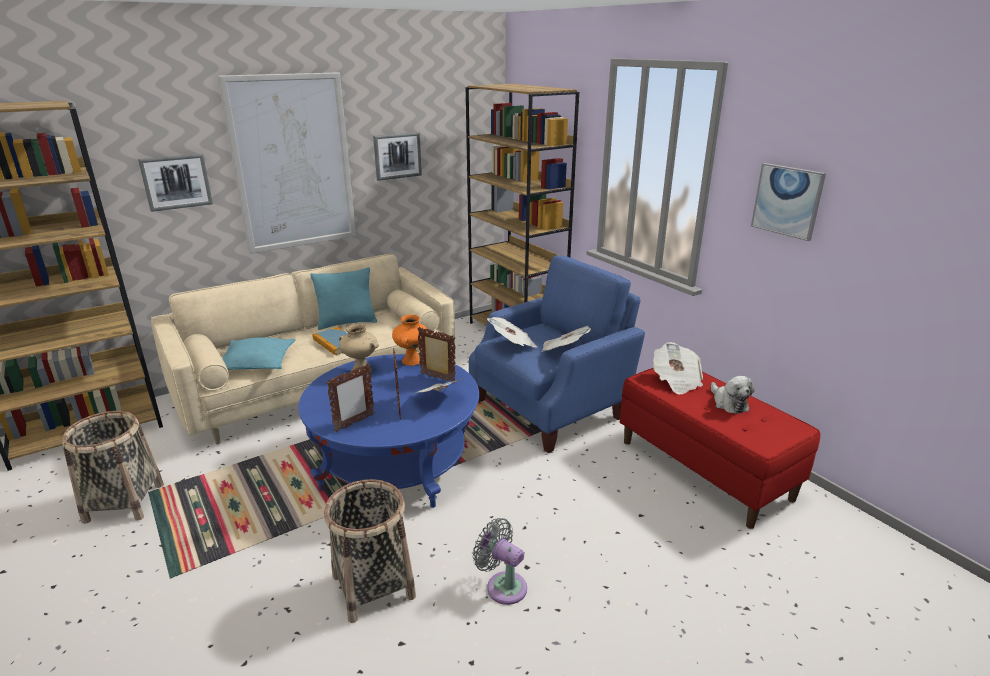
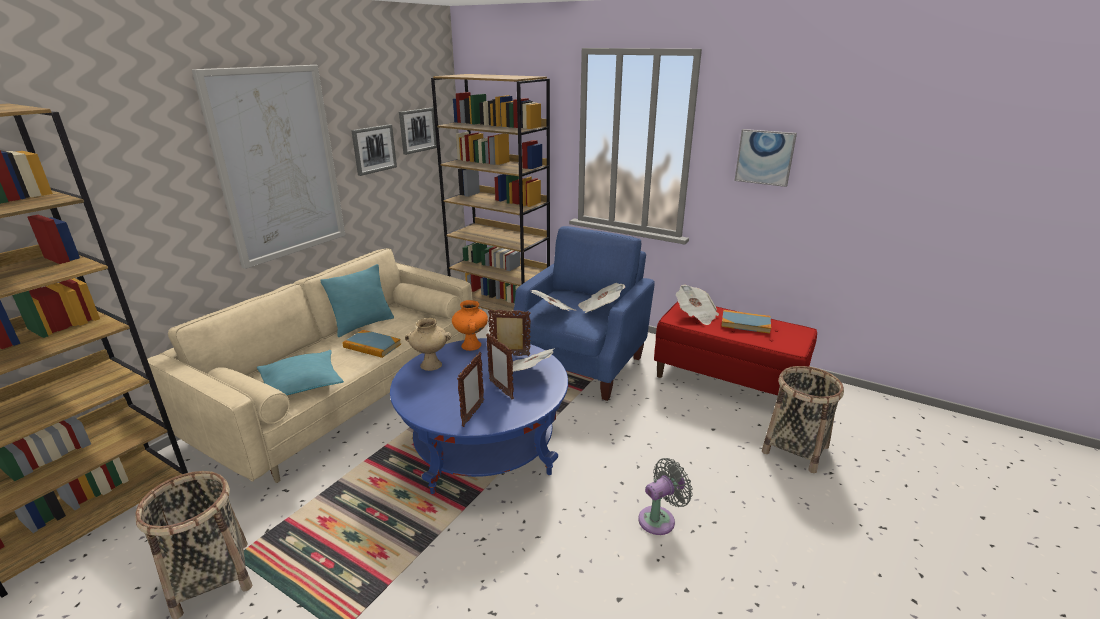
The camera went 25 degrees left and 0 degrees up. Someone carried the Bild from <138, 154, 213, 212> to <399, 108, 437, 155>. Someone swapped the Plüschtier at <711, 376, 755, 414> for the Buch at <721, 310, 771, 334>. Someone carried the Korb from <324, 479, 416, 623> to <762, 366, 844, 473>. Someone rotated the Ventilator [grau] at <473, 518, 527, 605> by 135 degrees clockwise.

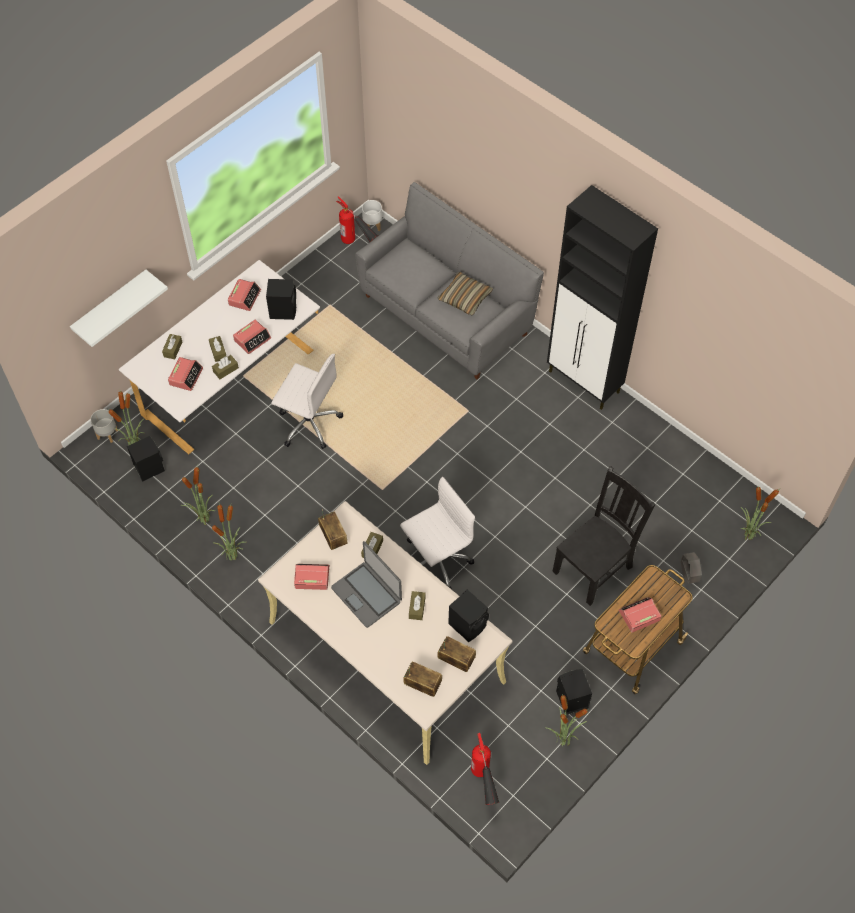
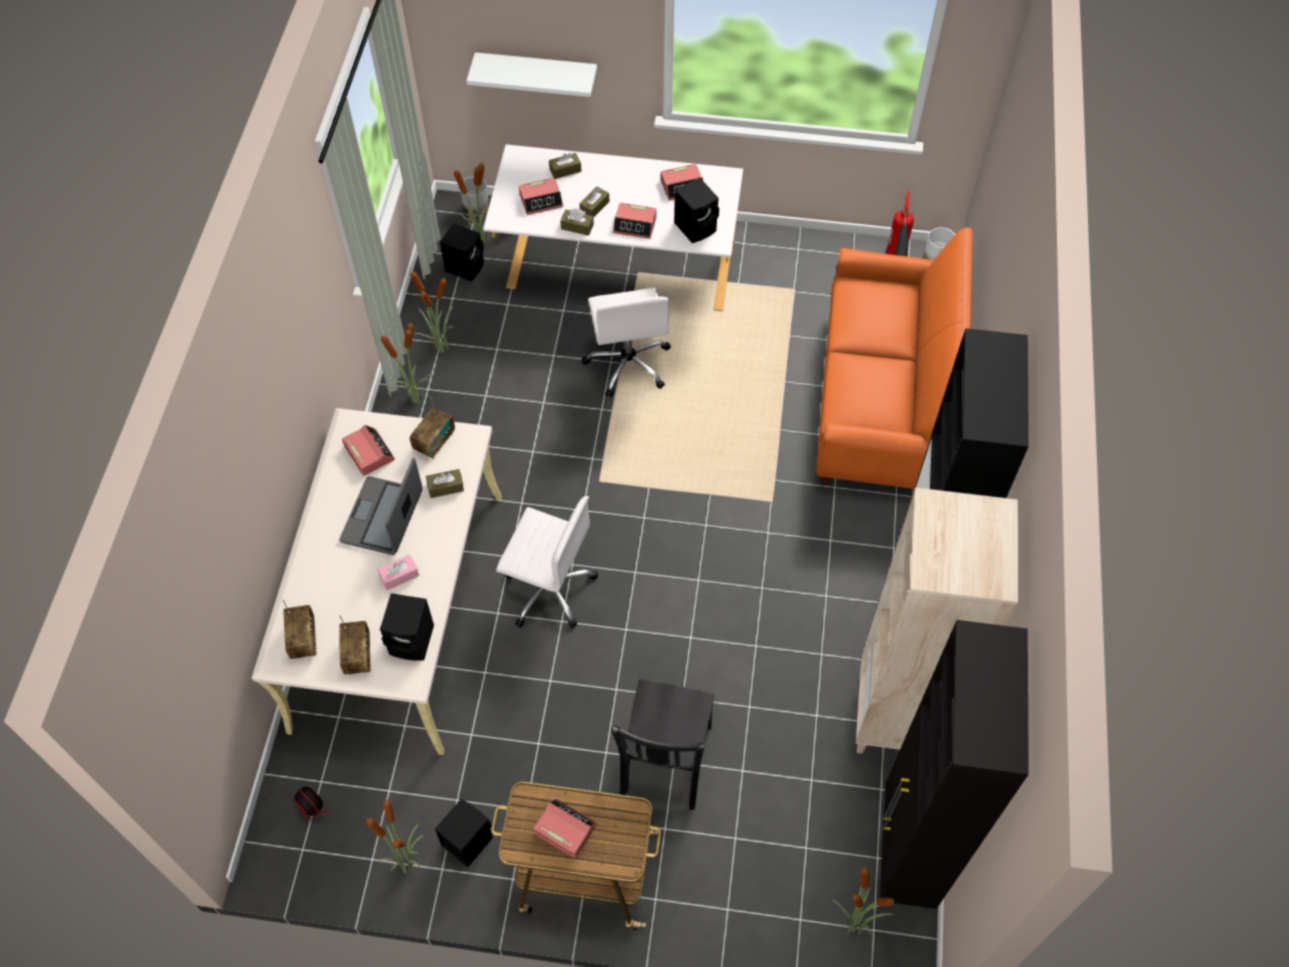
The camera went 55 degrees right and 0 degrees up. Someone repainted the Sofa [grau] at <355, 182, 544, 379>, which became the Sofa [orange] at <816, 228, 973, 489>. Someone took away the Kissen at <438, 272, 494, 315>. Someone rotated the Stuhl [schwarz] at <552, 466, 655, 606> by 90 degrees clockwise. Someone took away the Pflanzkübel [grau] at <681, 552, 702, 584>. Someone repainted the Taschentuchbox [braun] at <409, 591, 425, 620>, which became the Taschentuchbox [rosa] at <378, 555, 419, 590>. Someone swapped the Feuerlöscher at <471, 733, 499, 805> for the Ventilator at <245, 787, 330, 848>. Someone put down the Bücherregal [beige] at <856, 488, 1018, 754>. Someone put down the Schrank [schwarz] at <880, 620, 1029, 912>.

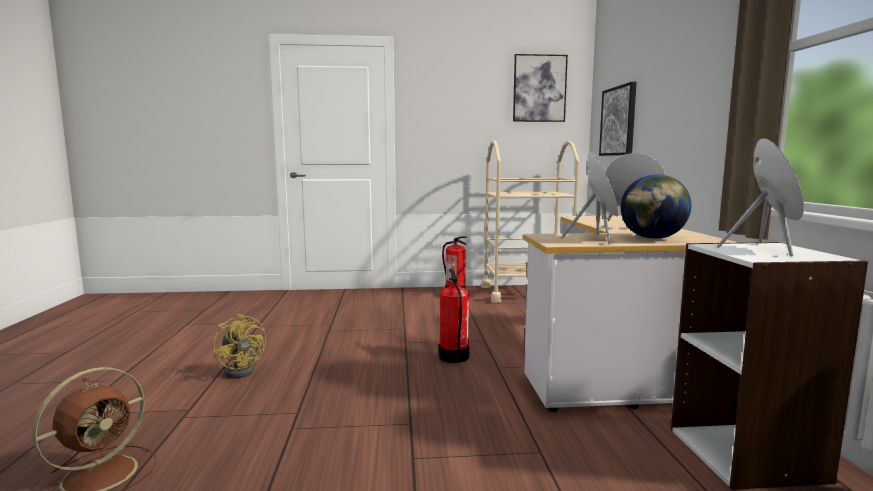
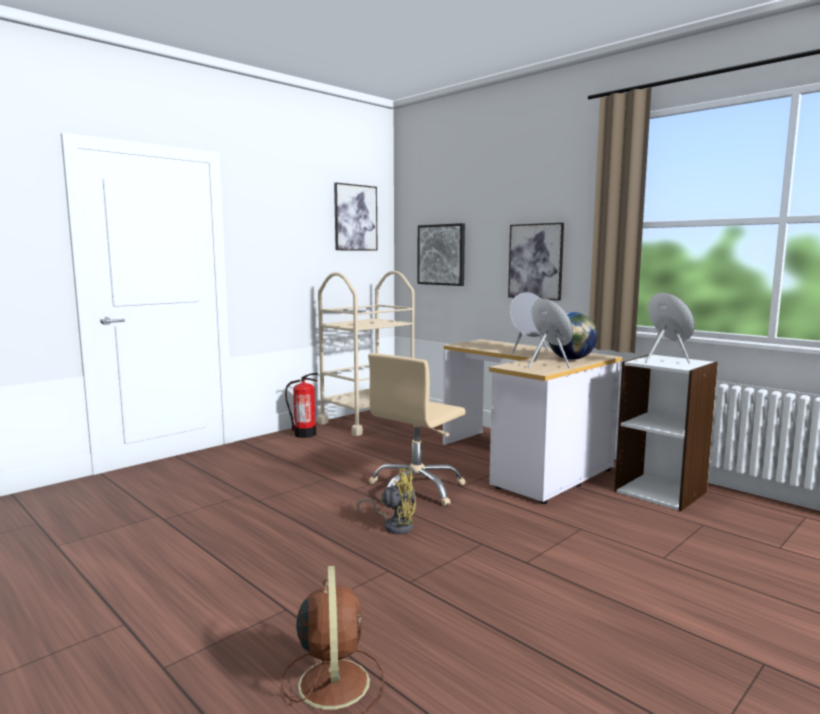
The camera went 40 degrees left and 0 degrees up. Someone swapped the Feuerlöscher at <439, 269, 470, 363> for the Bürostuhl [beige] at <368, 353, 466, 506>. Someone carried the Ventilator [gelb] from <213, 314, 266, 378> to <357, 468, 416, 534>. Someone put up the Bild at <508, 223, 564, 300>.

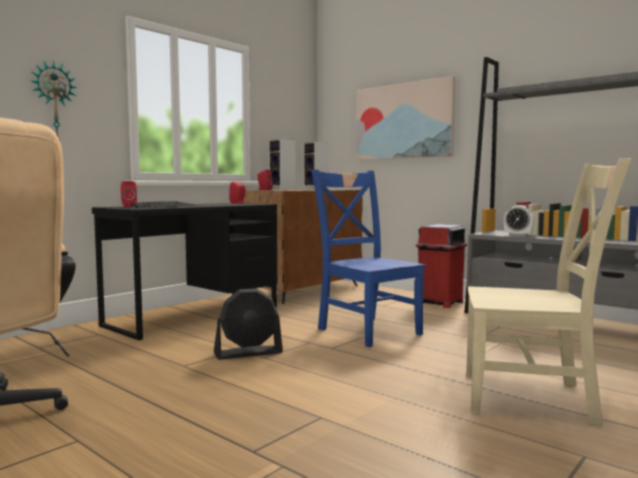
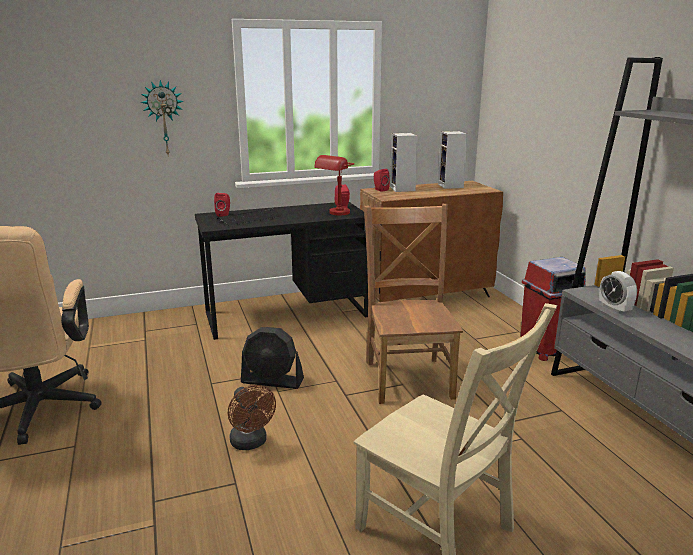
The camera went 30 degrees right and 15 degrees up. Someone took away the Bild at <356, 76, 455, 160>. Someone repainted the Stuhl [blau] at <311, 169, 426, 347>, which became the Stuhl [braun] at <364, 204, 463, 404>. Someone put down the Tischlampe [rot] at <314, 155, 354, 216>. Someone put down the Ventilator [braun] at <228, 385, 276, 450>.

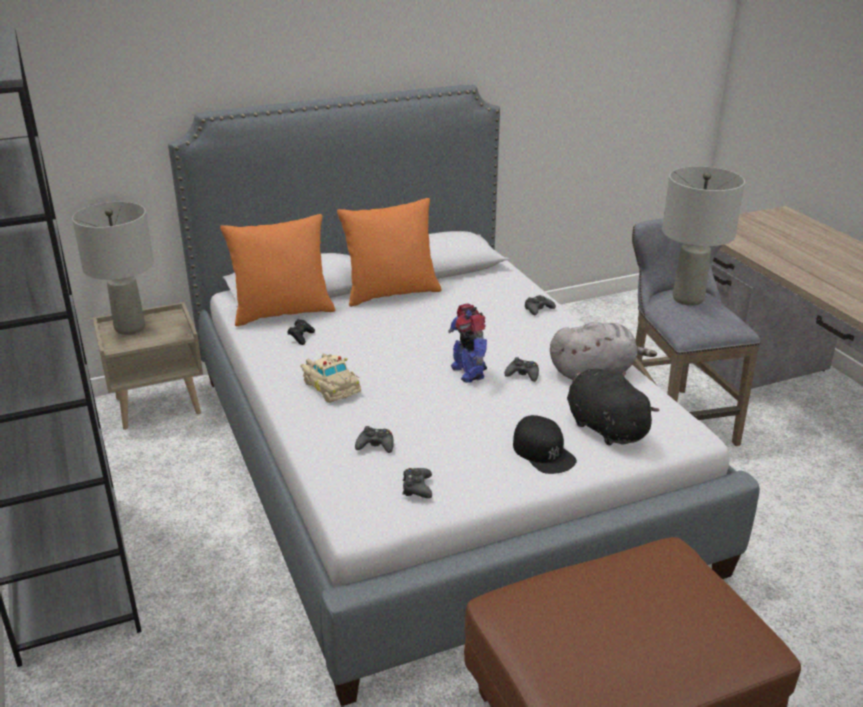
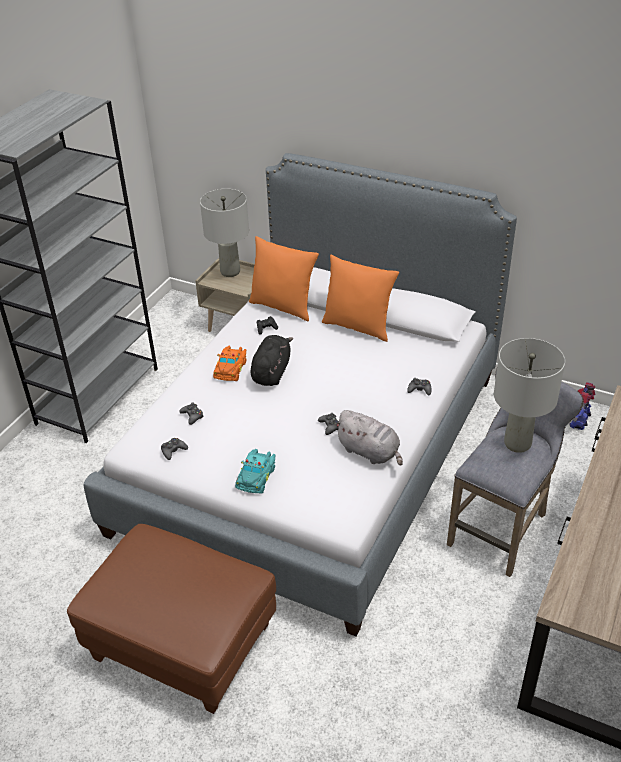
The camera went 50 degrees right and 10 degrees up. Someone carried the Spielzeugroboter from <448, 303, 487, 383> to <569, 382, 596, 430>. Someone repainted the Spielzeugauto [beige] at <301, 353, 361, 403>, which became the Spielzeugauto [orange] at <213, 345, 247, 381>. Someone carried the Plüschtier [schwarz] from <567, 369, 660, 446> to <250, 335, 293, 386>. Someone swapped the Kappe [schwarz] at <513, 415, 577, 474> for the Spielzeugauto [türkis] at <235, 449, 276, 494>.

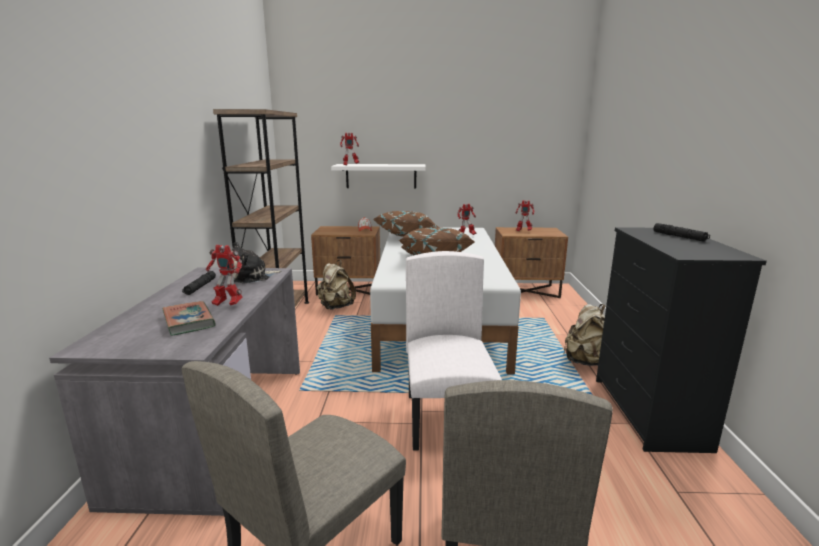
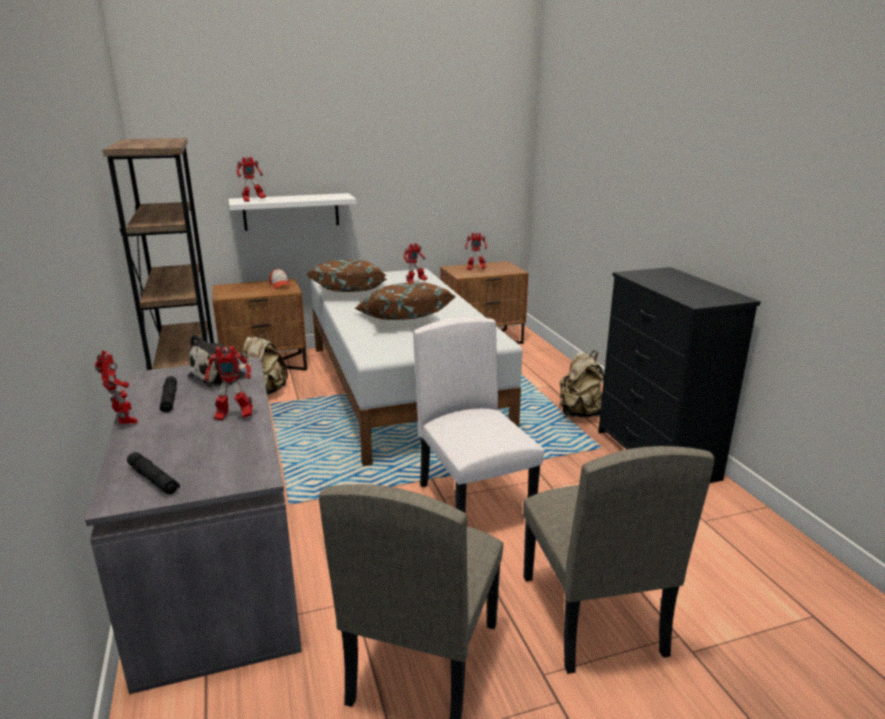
The camera went 20 degrees left and 5 degrees up. Someone carried the Taschenlampe [schwarz] from <653, 223, 710, 242> to <127, 452, 180, 495>. Someone took away the Buch at <162, 301, 216, 336>. Someone put down the Spielzeugroboter at <95, 350, 138, 424>.

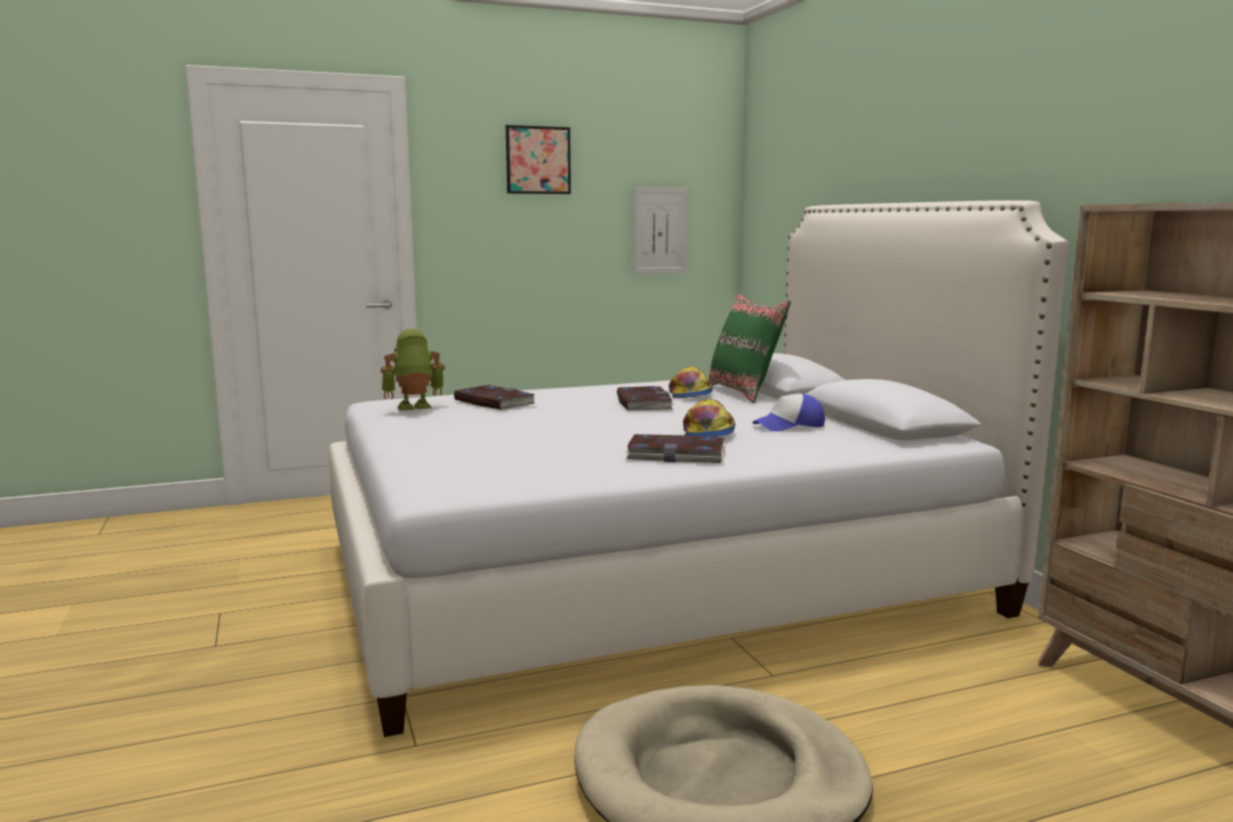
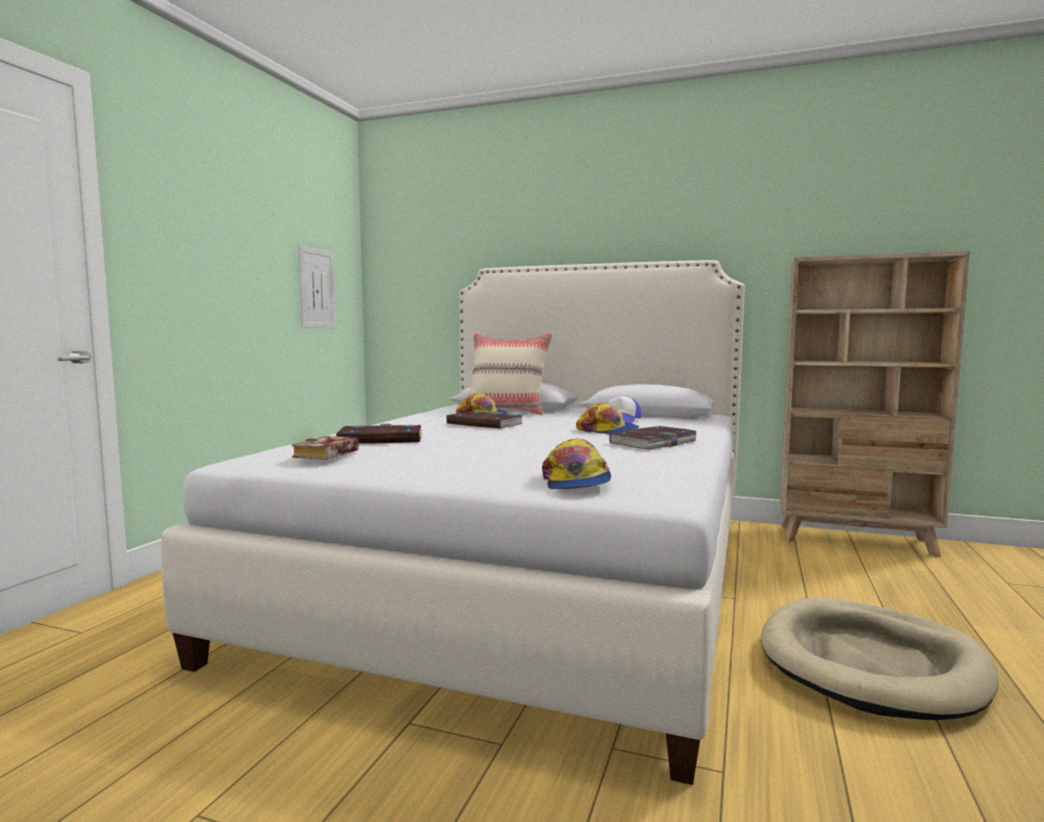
The camera went 50 degrees left and 5 degrees down. Someone took away the Bild at <506, 125, 571, 194>. Someone repainted the Kissen [grün] at <708, 293, 791, 403>, which became the Kissen [beige] at <468, 332, 553, 415>. Someone swapped the Spielzeugroboter at <381, 329, 445, 411> for the Buch at <292, 436, 359, 460>. Someone put down the Kappe at <542, 439, 611, 490>.

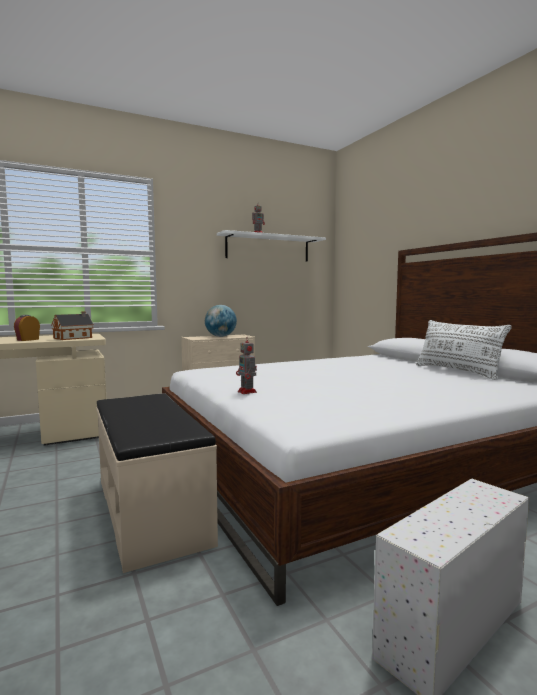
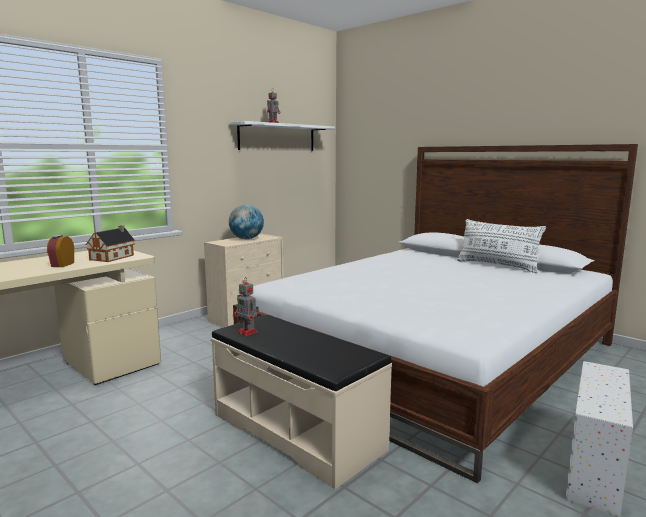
The camera went 20 degrees left and 5 degrees up. Someone carried the Spielzeugroboter from <236, 336, 257, 394> to <234, 277, 259, 336>.

